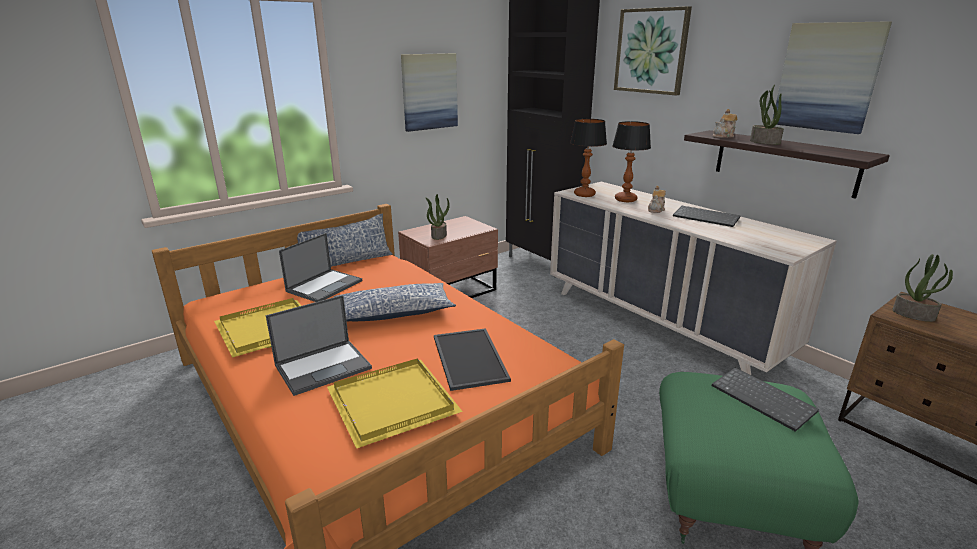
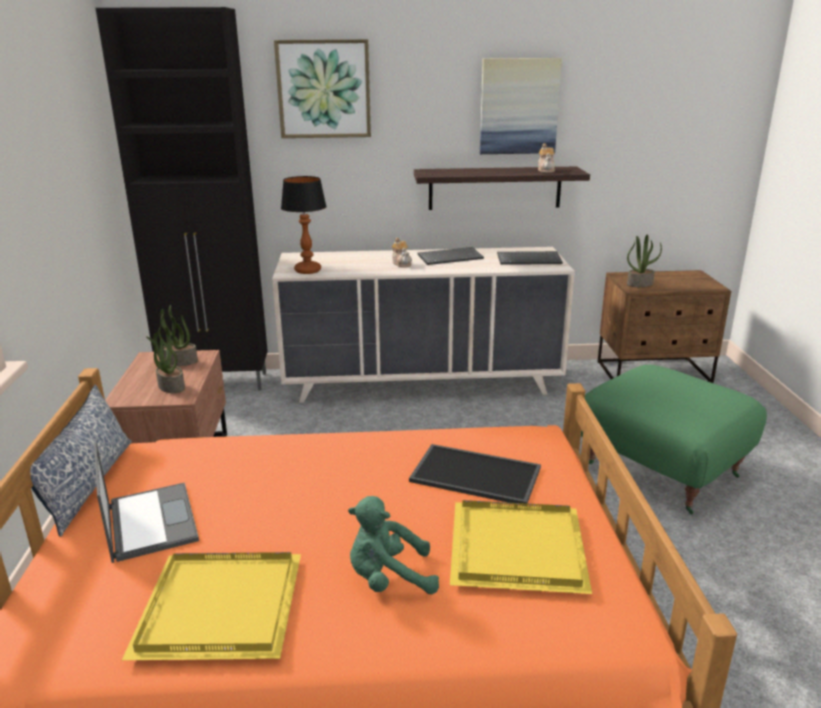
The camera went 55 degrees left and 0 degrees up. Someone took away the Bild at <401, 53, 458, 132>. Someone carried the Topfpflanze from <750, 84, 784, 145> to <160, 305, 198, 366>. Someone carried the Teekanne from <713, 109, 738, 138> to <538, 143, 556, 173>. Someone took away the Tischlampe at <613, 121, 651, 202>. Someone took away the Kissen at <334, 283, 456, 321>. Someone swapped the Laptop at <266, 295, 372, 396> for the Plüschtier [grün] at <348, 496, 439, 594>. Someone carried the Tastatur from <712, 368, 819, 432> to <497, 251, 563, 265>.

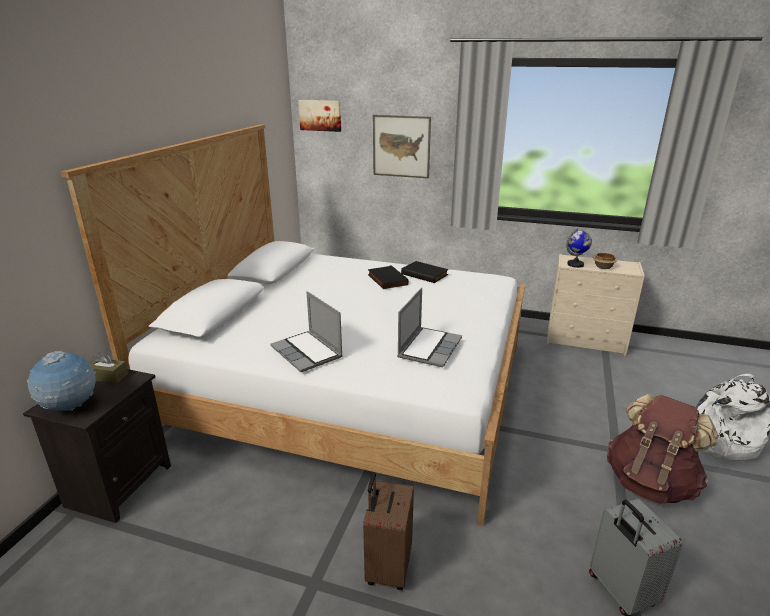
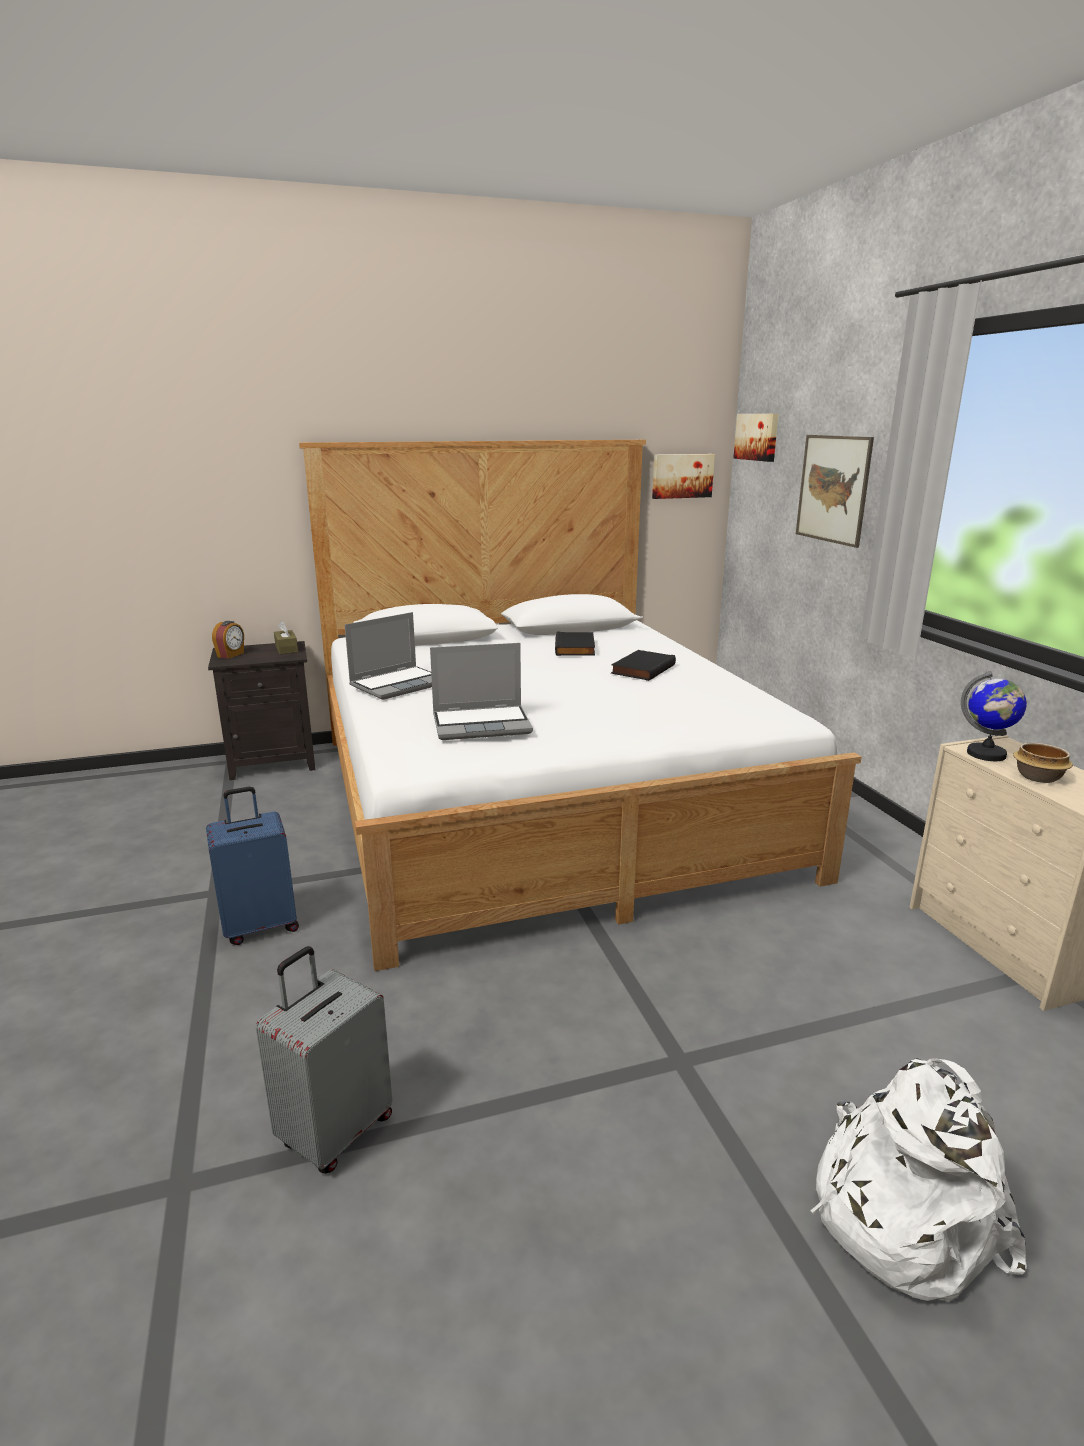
The camera went 55 degrees right and 5 degrees down. Someone carried the Buch [schwarz] from <401, 261, 449, 283> to <555, 631, 595, 656>. Someone rotated the Laptop at <270, 291, 343, 372> by 150 degrees counterclockwise. Someone swapped the Globus at <27, 351, 96, 411> for the Wecker at <212, 621, 244, 659>. Someone took away the Rucksack [braun] at <607, 394, 718, 504>. Someone repainted the Koffer [braun] at <363, 472, 414, 590>, which became the Koffer [blau] at <206, 787, 299, 945>. Someone put up the Bild at <652, 454, 715, 499>.

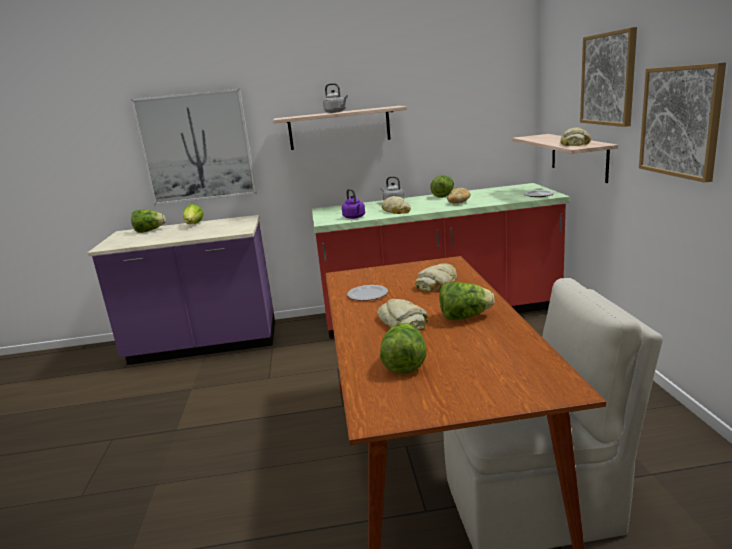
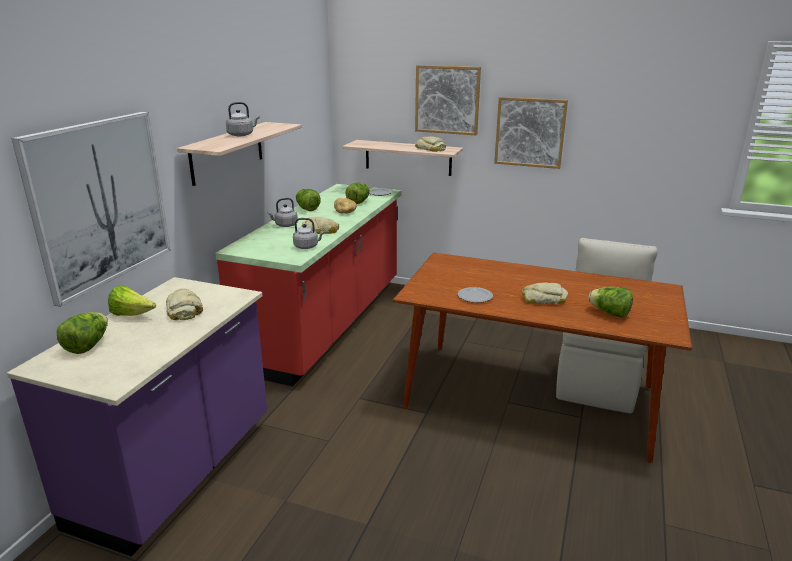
The camera went 65 degrees left and 5 degrees up. Someone repainted the Wasserkessel [lila] at <342, 189, 365, 219>, which became the Wasserkessel [grau] at <293, 218, 324, 249>. Someone carried the Brot from <414, 264, 457, 292> to <166, 288, 203, 320>. Someone carried the Salatkopf from <440, 282, 494, 320> to <346, 183, 370, 204>.

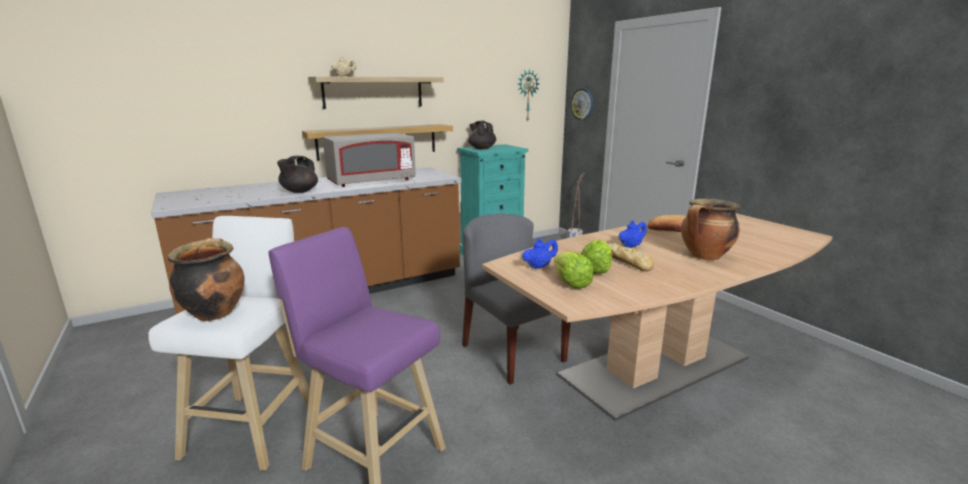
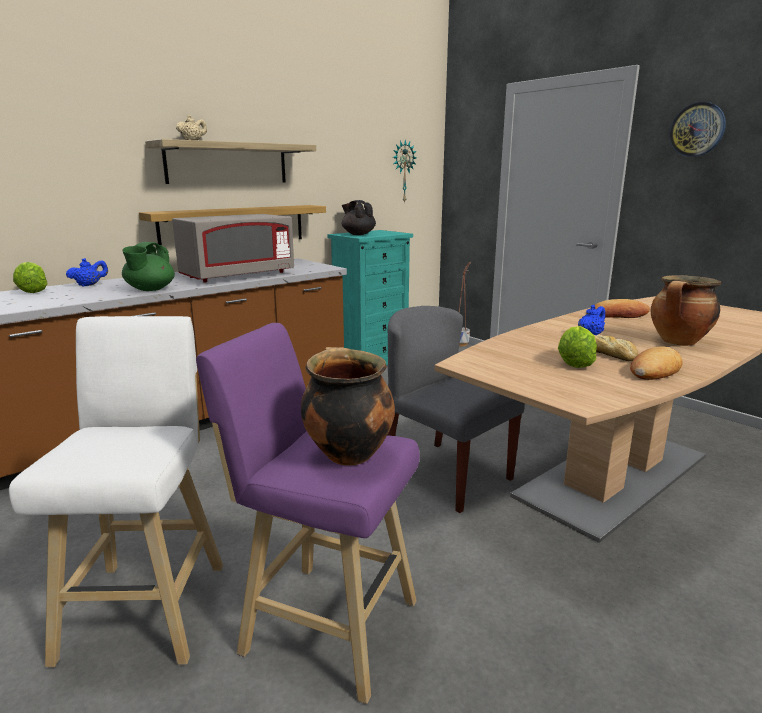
The camera went 10 degrees left and 0 degrees up. Someone carried the Wanduhr from <571, 88, 593, 120> to <669, 102, 726, 157>. Someone repainted the Teekanne [schwarz] at <277, 155, 318, 193>, which became the Teekanne [grün] at <122, 242, 175, 291>. Someone carried the Kochtopf from <168, 238, 245, 321> to <301, 347, 395, 466>. Someone carried the Teekanne [blau] from <522, 238, 558, 269> to <66, 258, 108, 286>. Someone carried the Salatkopf from <554, 251, 593, 289> to <13, 262, 48, 293>. Someone put down the Brot at <630, 346, 683, 380>.

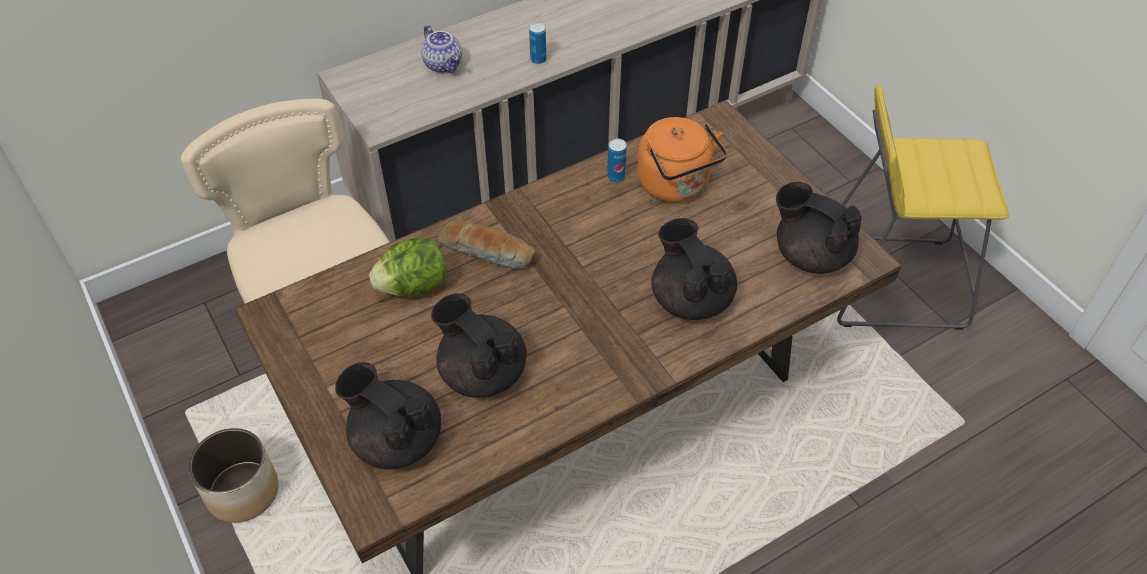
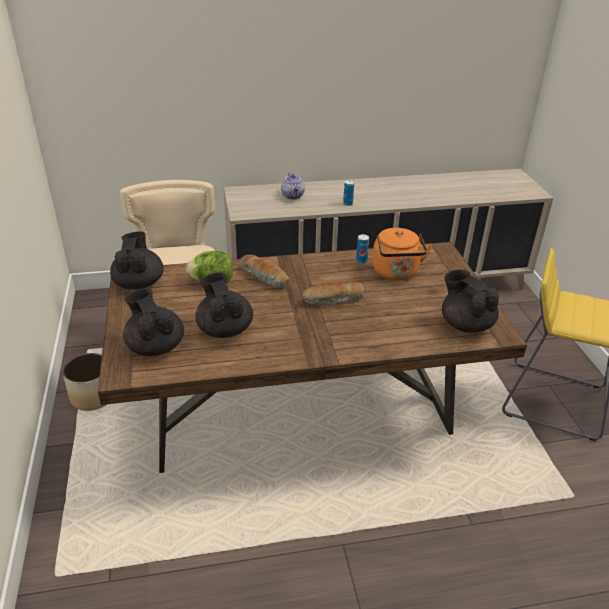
The camera went 20 degrees right and 15 degrees down. Someone carried the Teekanne [schwarz] from <651, 218, 737, 320> to <110, 231, 164, 290>. Someone put down the Brot at <302, 282, 365, 305>.

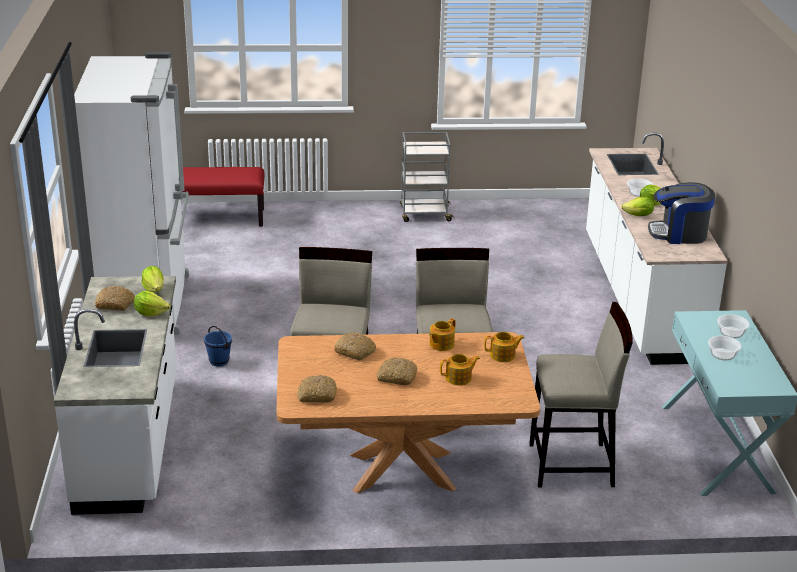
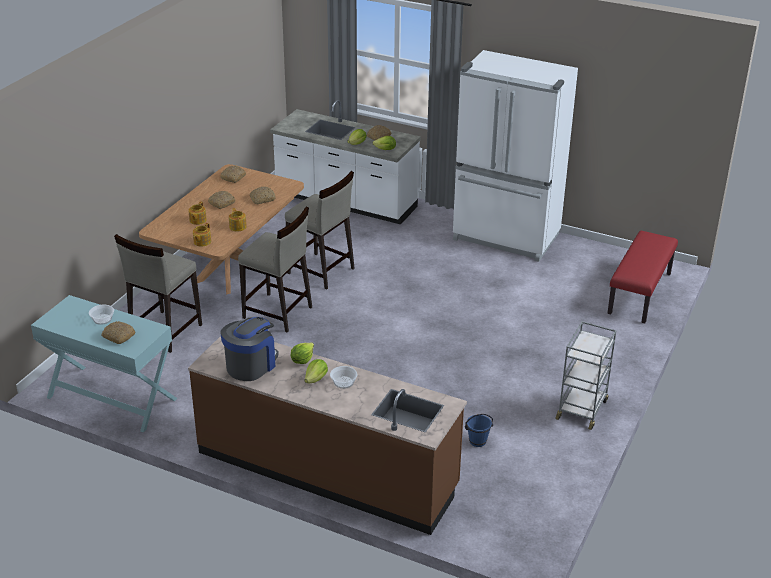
The camera went 120 degrees right and 5 degrees up. Someone repainted the Küchenzeile [weiß] at <586, 133, 728, 365>, which became the Küchenzeile [braun] at <188, 336, 467, 535>. Someone swapped the Schüssel at <717, 314, 749, 338> for the Brot at <102, 321, 135, 344>. Someone carried the Eimer [blau] from <204, 326, 232, 367> to <465, 414, 493, 447>.

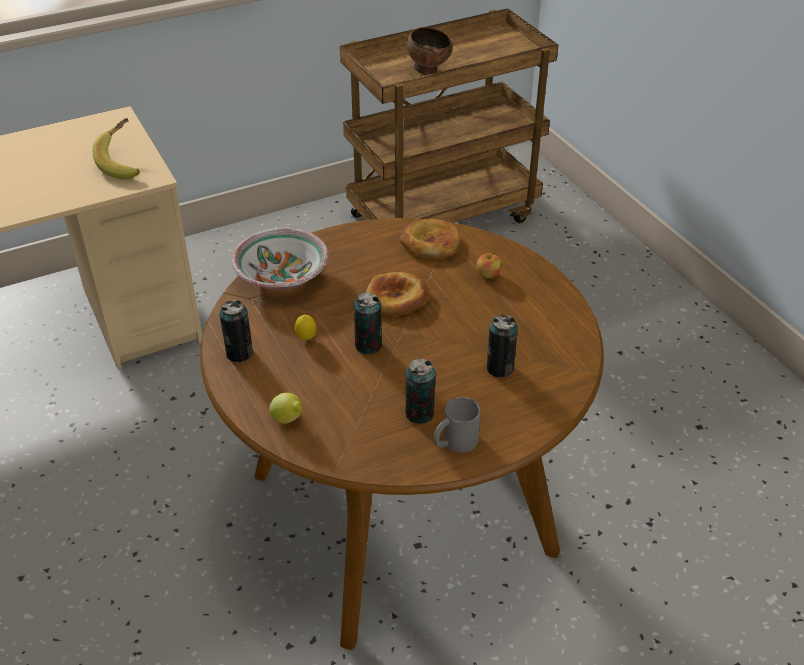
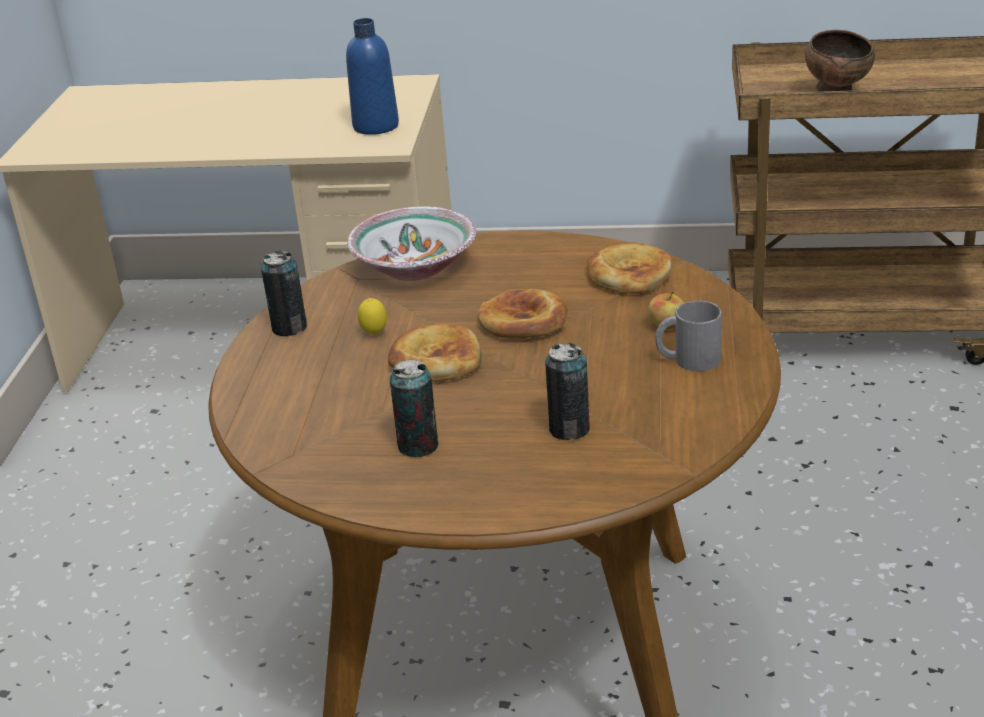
The camera went 35 degrees right and 10 degrees down. Someone swapped the Banane at <93, 118, 140, 179> for the Flasche [blau] at <346, 18, 399, 135>. Someone swapped the Dose at <354, 293, 382, 355> for the Brot at <388, 324, 482, 382>. Someone took away the Zitrone at <269, 393, 302, 424>. Someone carried the Henkelbecher [grau] from <434, 397, 481, 452> to <655, 301, 722, 371>.

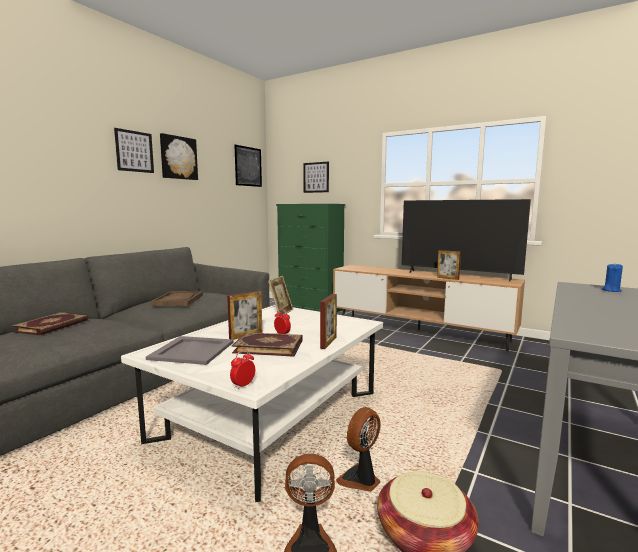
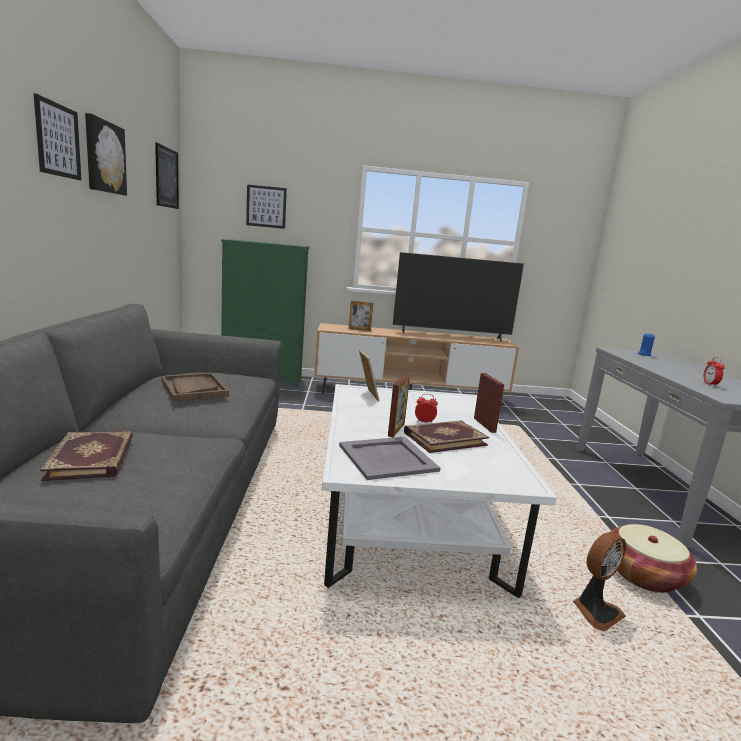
The camera went 35 degrees left and 5 degrees up. Someone carried the Bilderrahmen from <437, 250, 461, 280> to <349, 301, 373, 331>. Someone carried the Wecker from <230, 350, 255, 389> to <704, 357, 725, 387>. Someone took away the Ventilator at <336, 407, 381, 492>.

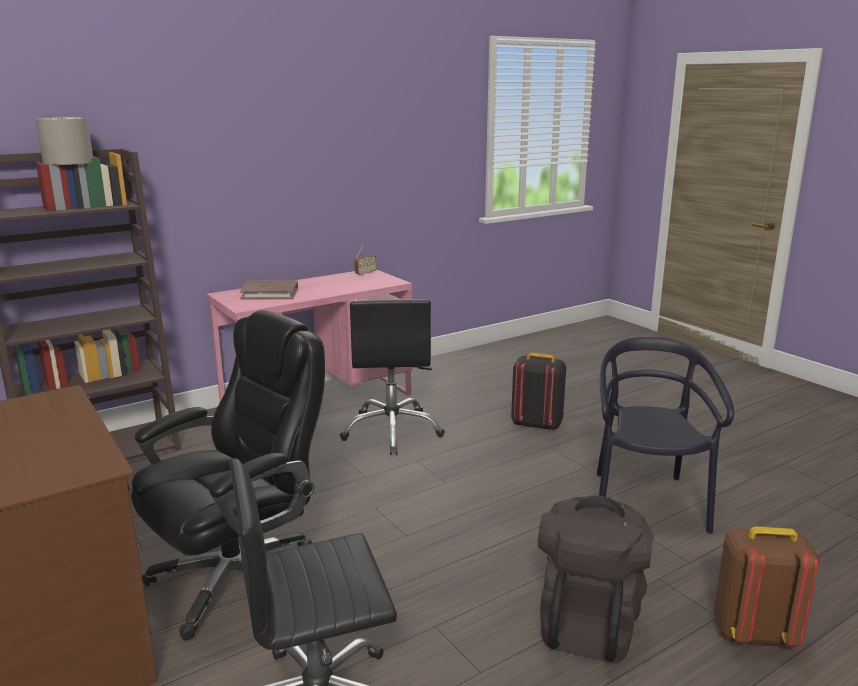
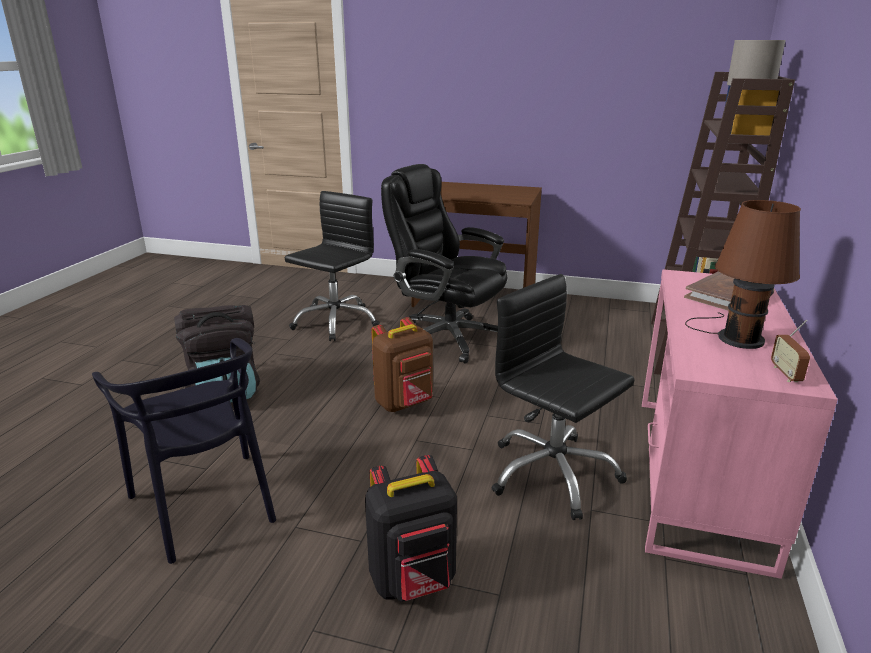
The camera went 140 degrees right and 5 degrees up. Someone rotated the Bürostuhl [schwarz] at <131, 310, 325, 640> by 120 degrees clockwise. Someone carried the Rucksack [braun] from <713, 526, 819, 647> to <372, 317, 433, 412>. Someone put down the Tischlampe [braun] at <685, 200, 801, 349>.

